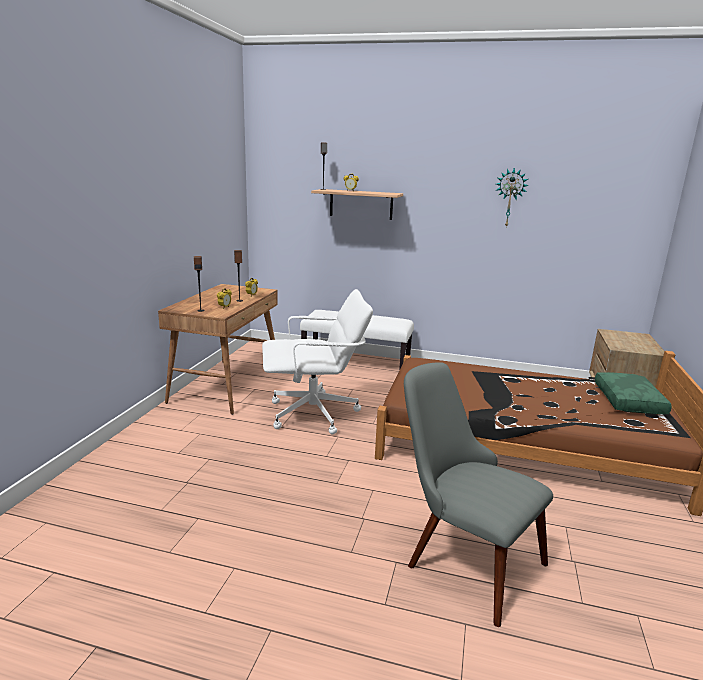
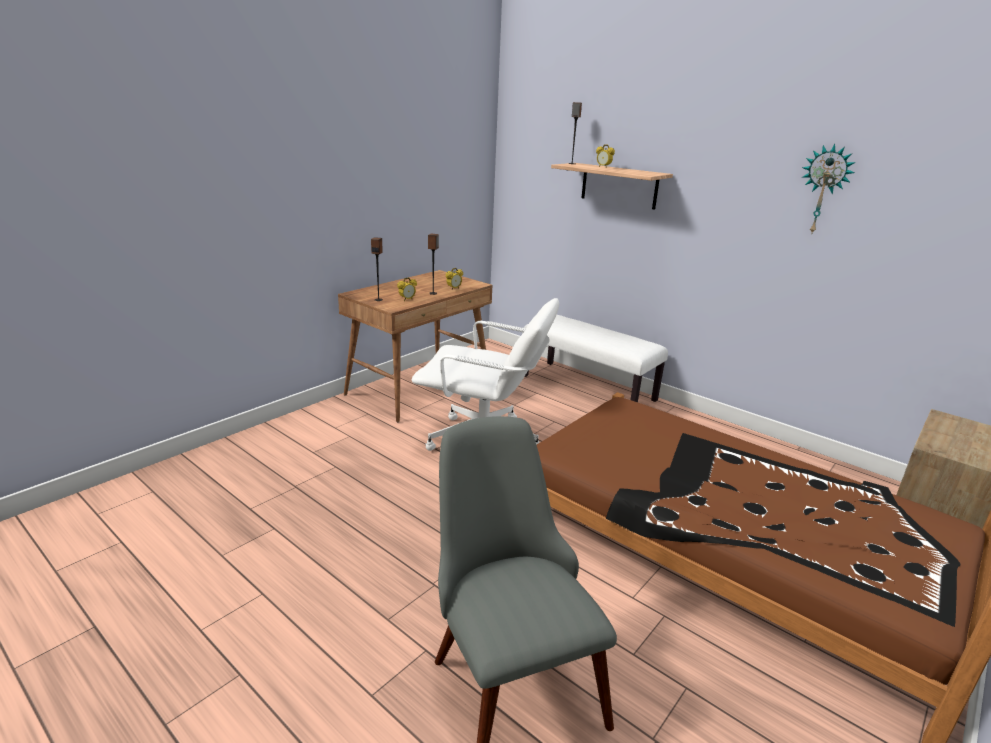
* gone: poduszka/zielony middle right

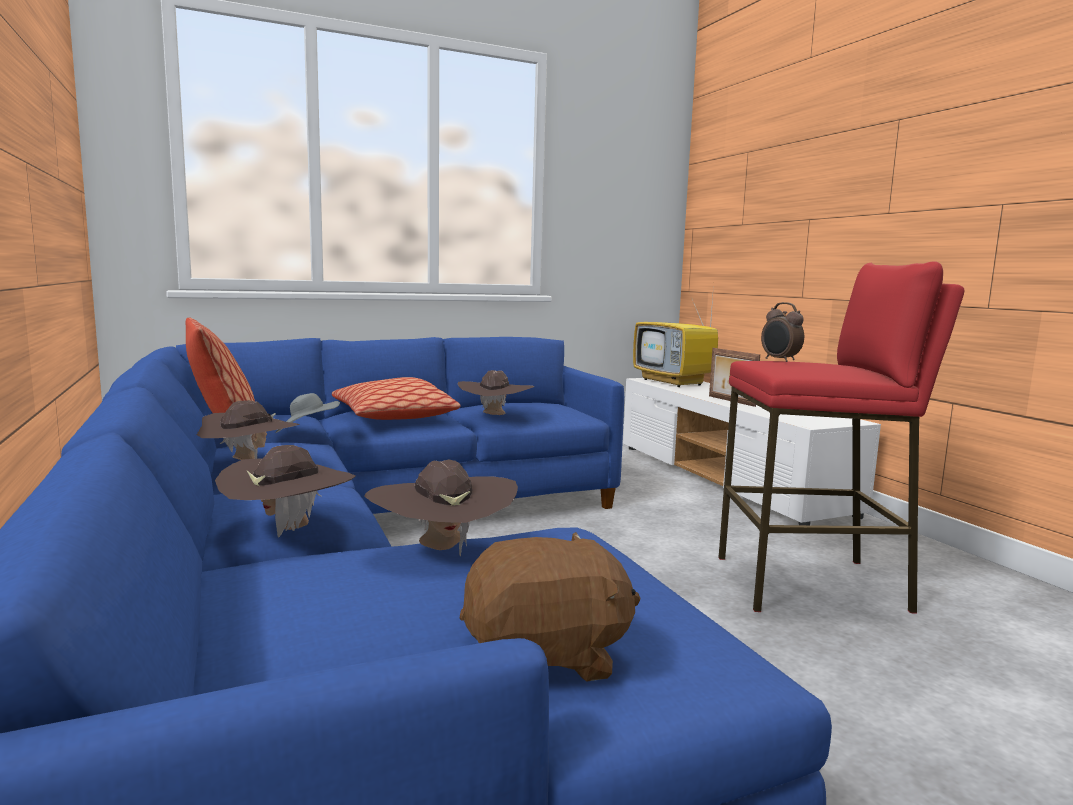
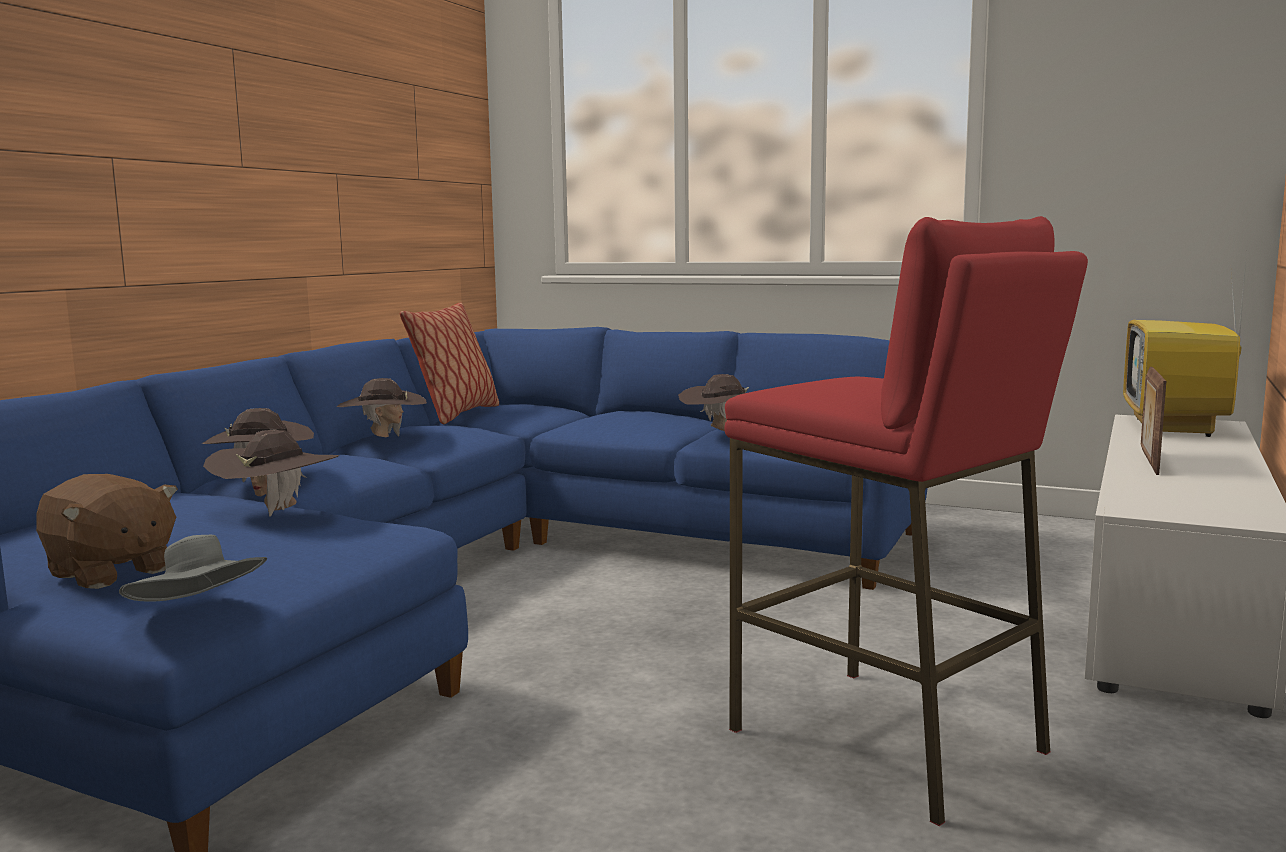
* shifted: kapelusz/szary middle left to bottom left
* gone: poduszka (no. 2 from left) centre
* gone: budzik middle right

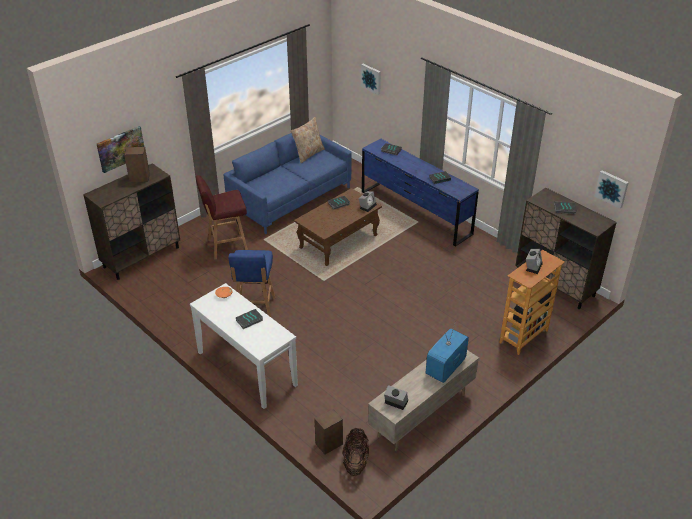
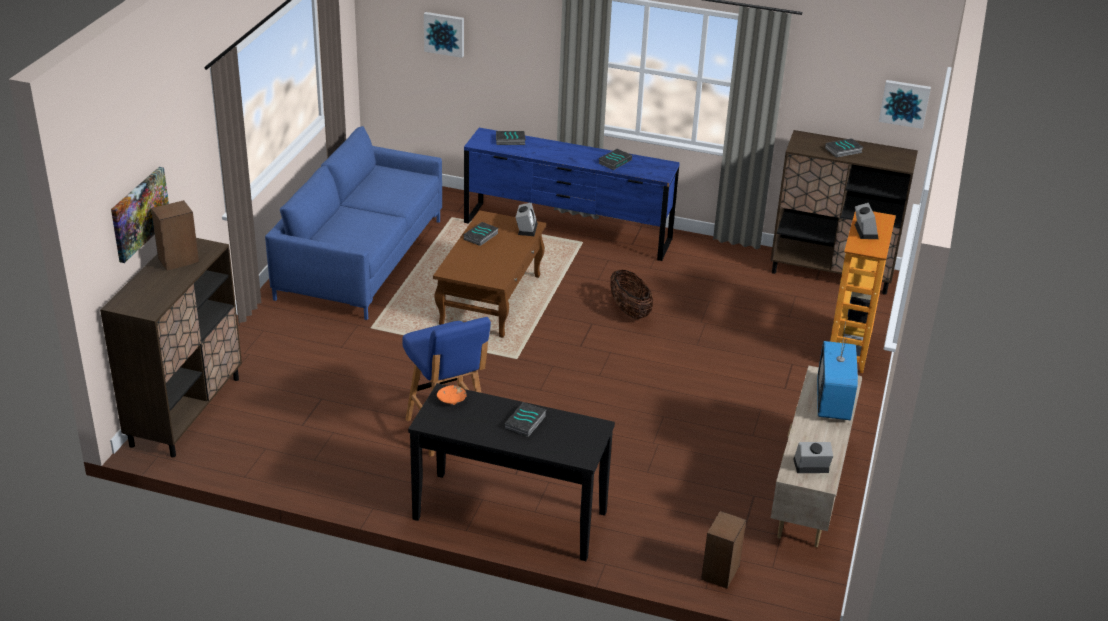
* repainted: stolik konsolowy/biały bottom centre to stolik konsolowy/czarny bottom centre
* shifted: koszyk bottom centre to centre
* gone: stołek/czerwony middle left
* gone: poduszka/beżowy top centre

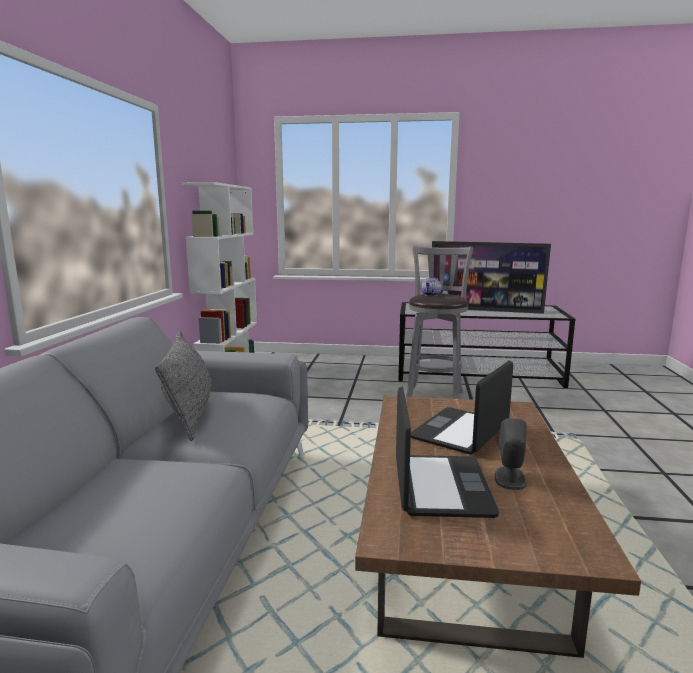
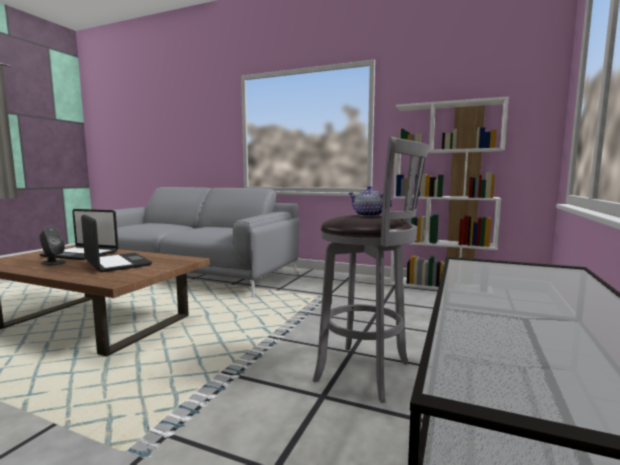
* gone: poduszka/szary middle left
* gone: telewizor middle right

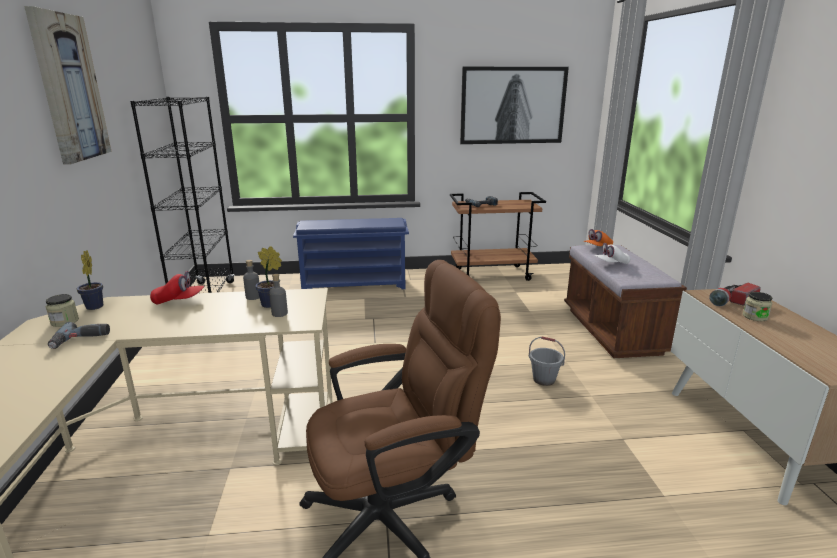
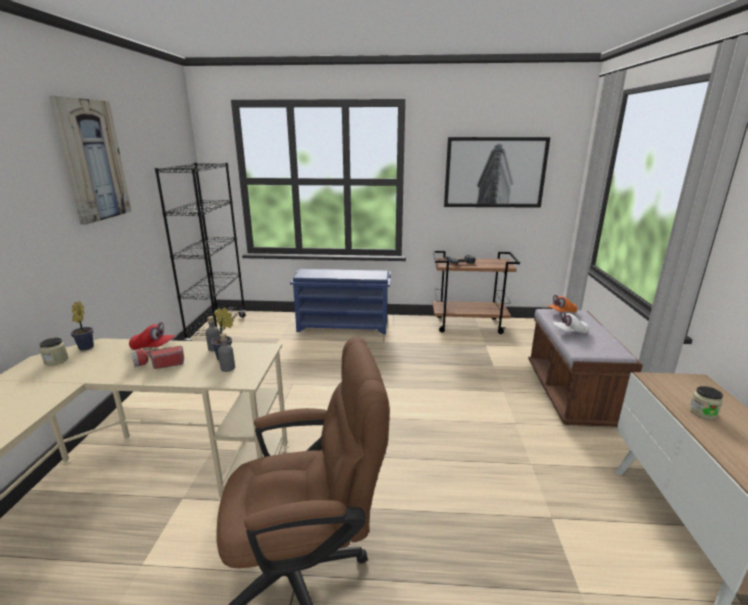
* shifted: latarka middle right to middle left
* gone: wiertarka (no. 1 from left) middle left
* gone: wiadro/szary centre

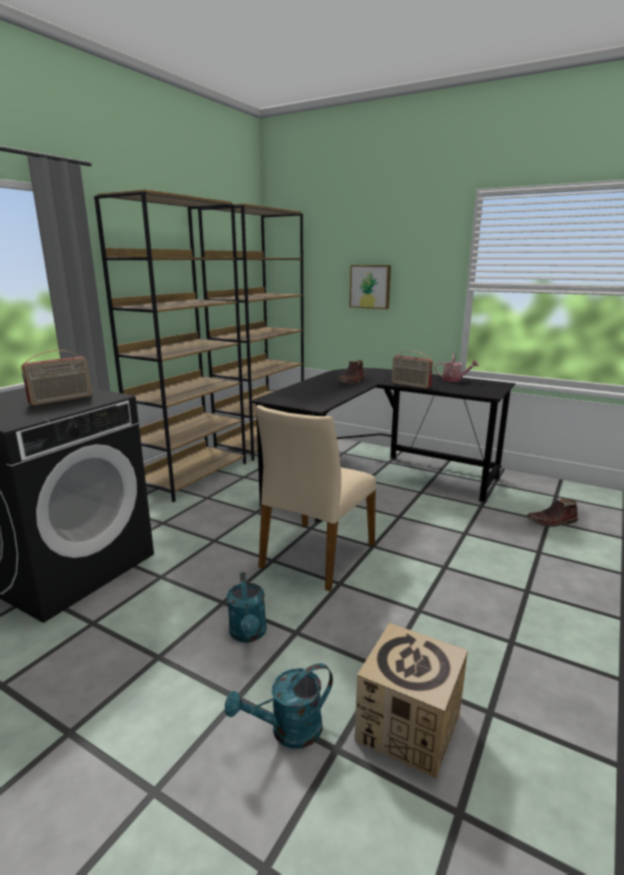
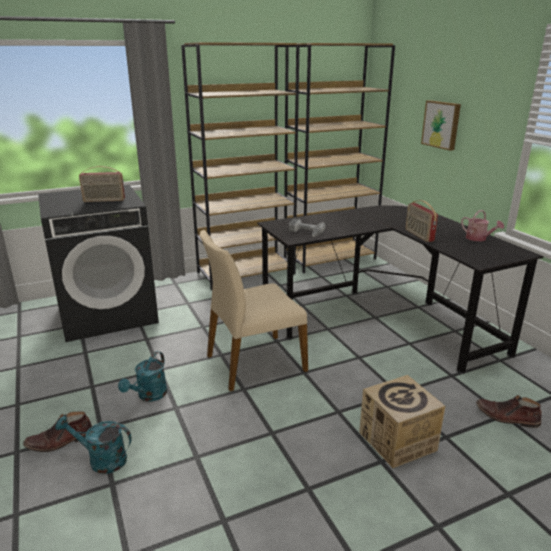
* shifted: but z cholewką/brązowy (no. 1 from left) centre to bottom left
* new: wiertarka centre
* shifted: karton bottom centre to bottom right

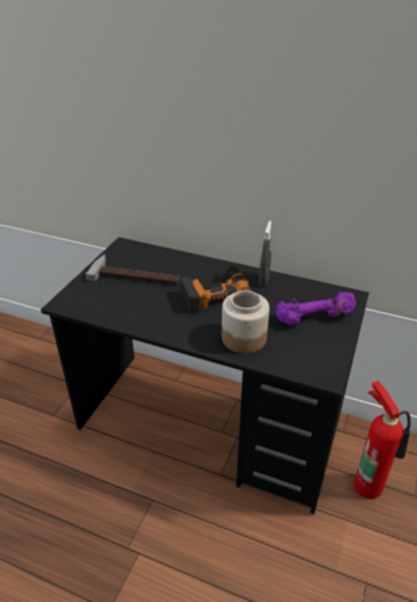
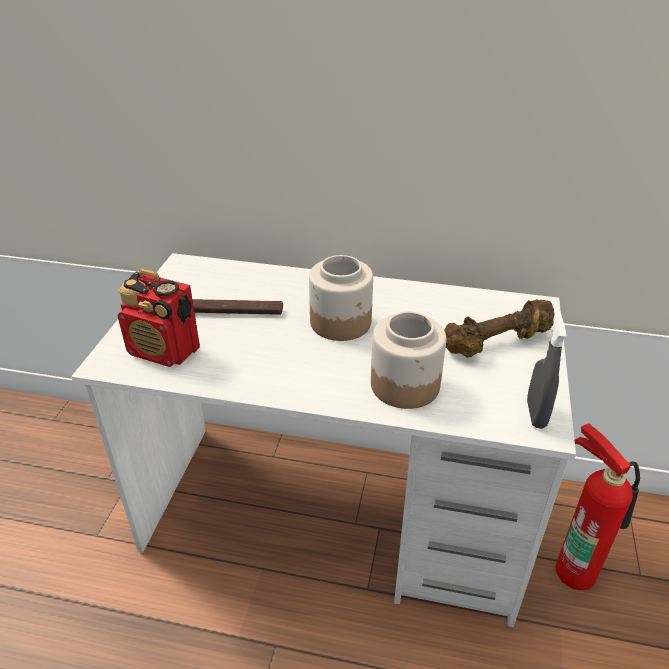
* repainted: biurko/czarny centre to biurko/biały centre
* new: radio middle left
* swapped: wiertarka centre to słoik (no. 1 from left) centre
* repainted: hantel/fioletowy middle right to hantel/brązowy middle right
* shifted: spryskiwacz/szary centre to middle right

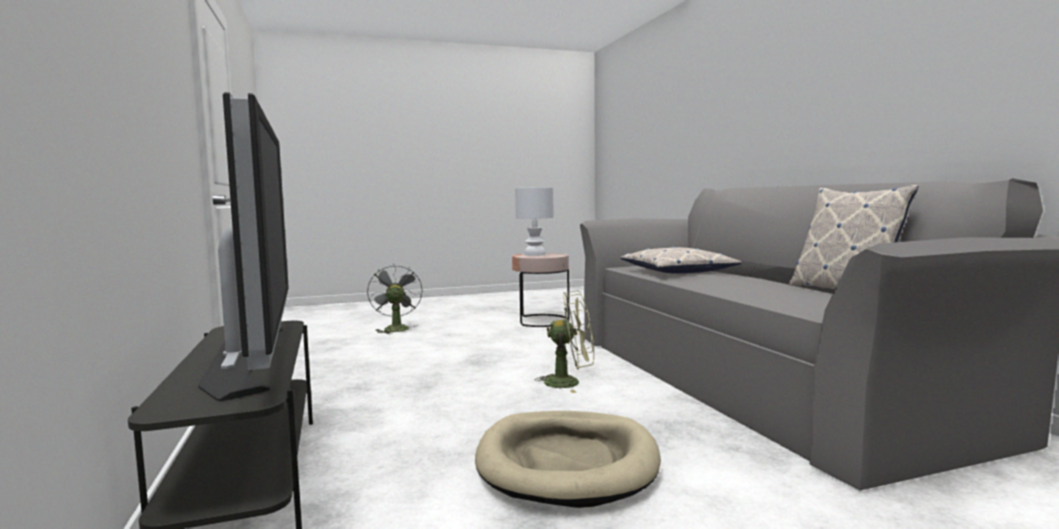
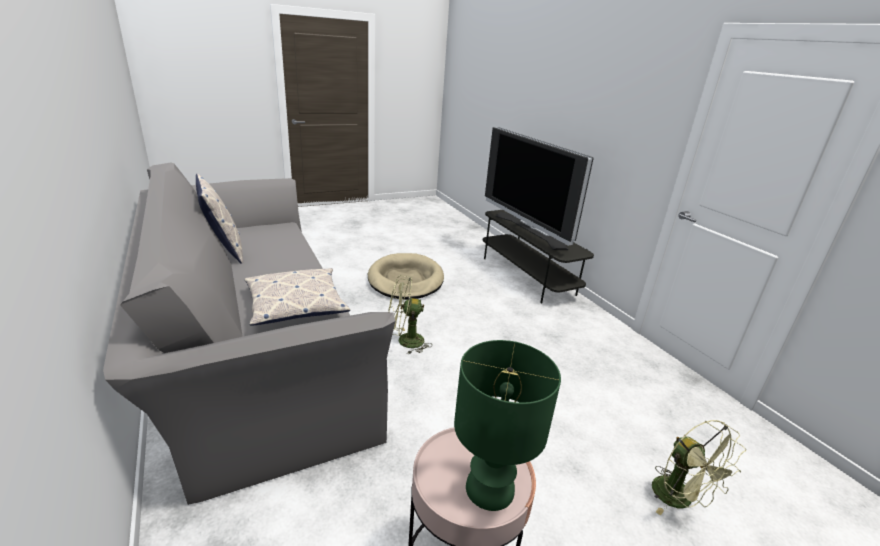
* repainted: lampa stołowa/biały centre to lampa stołowa/zielony bottom centre
* repainted: wentylator/szary centre to wentylator/zielony (no. 2 from left) bottom right

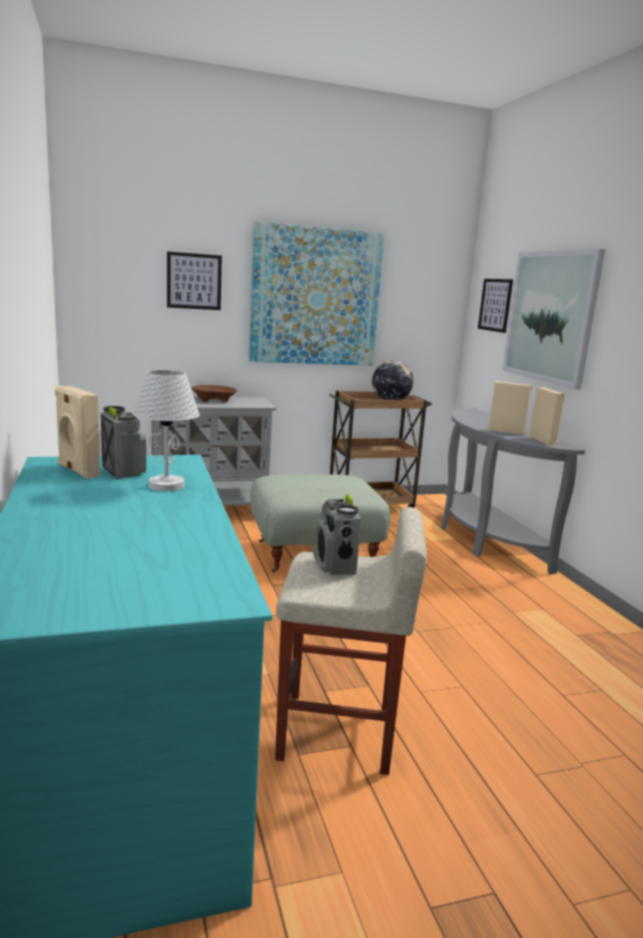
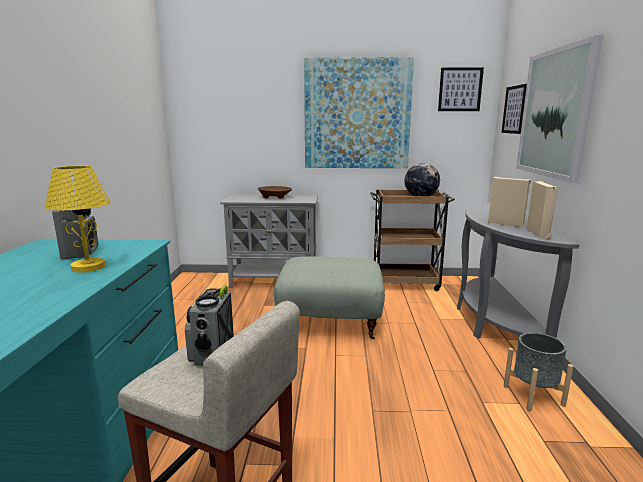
* repainted: lampa stołowa/biały middle left to lampa stołowa/żółty middle left
* shifted: obraz (no. 1 from left in the first image) top left to obraz (no. 2 from left) top right
* new: donica/szary bottom right
* gone: głośnik/beżowy (no. 1 from left) middle left

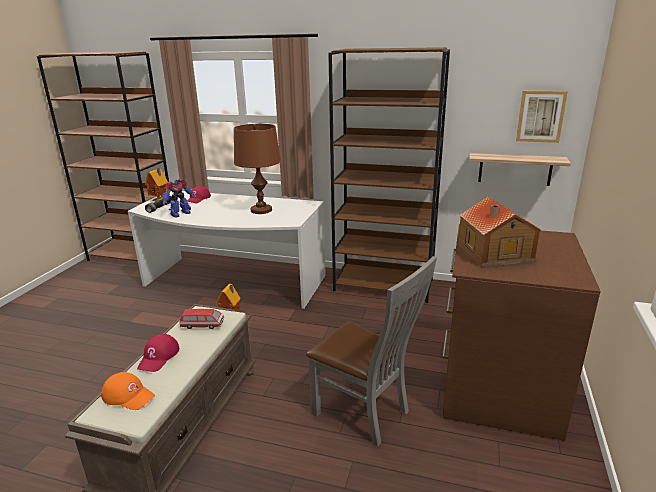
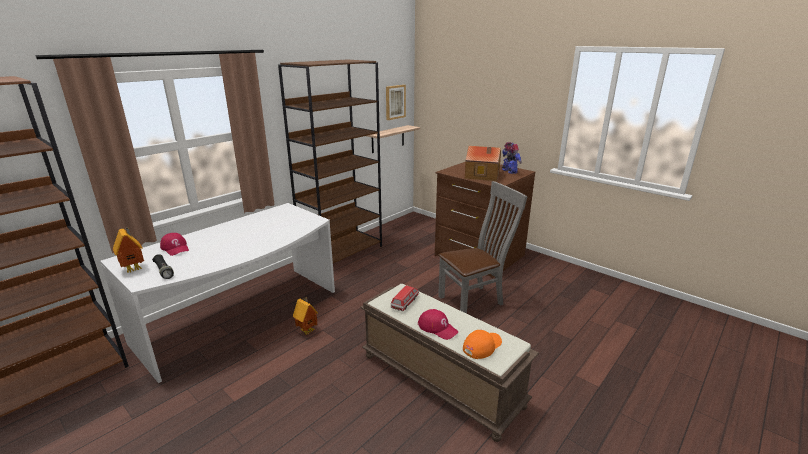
* shifted: robot zabawkowy middle left to centre
* gone: lampa stołowa/brązowy centre

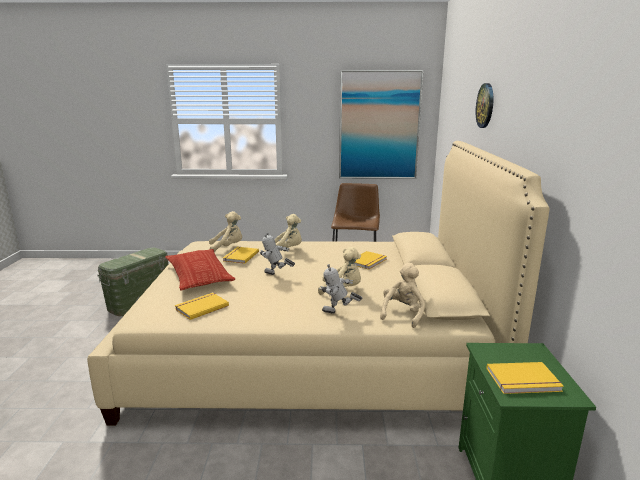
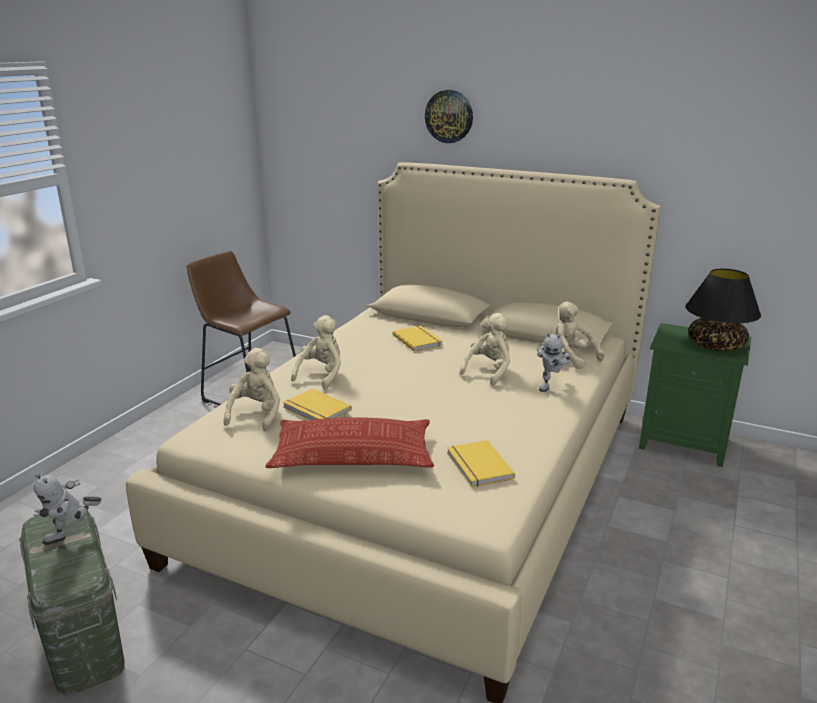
* shifted: robot zabawkowy (no. 1 from left) centre to bottom left
* swapped: książka/żółty (no. 4 from left) bottom right to lampa stołowa/czarny middle right
* gone: obraz top centre

